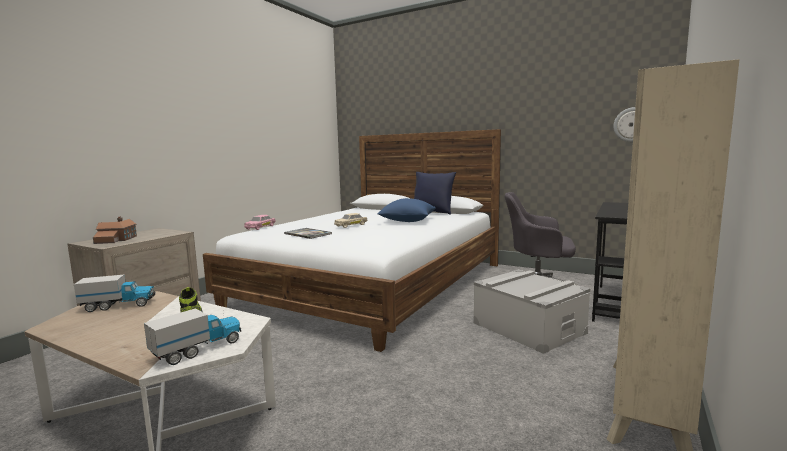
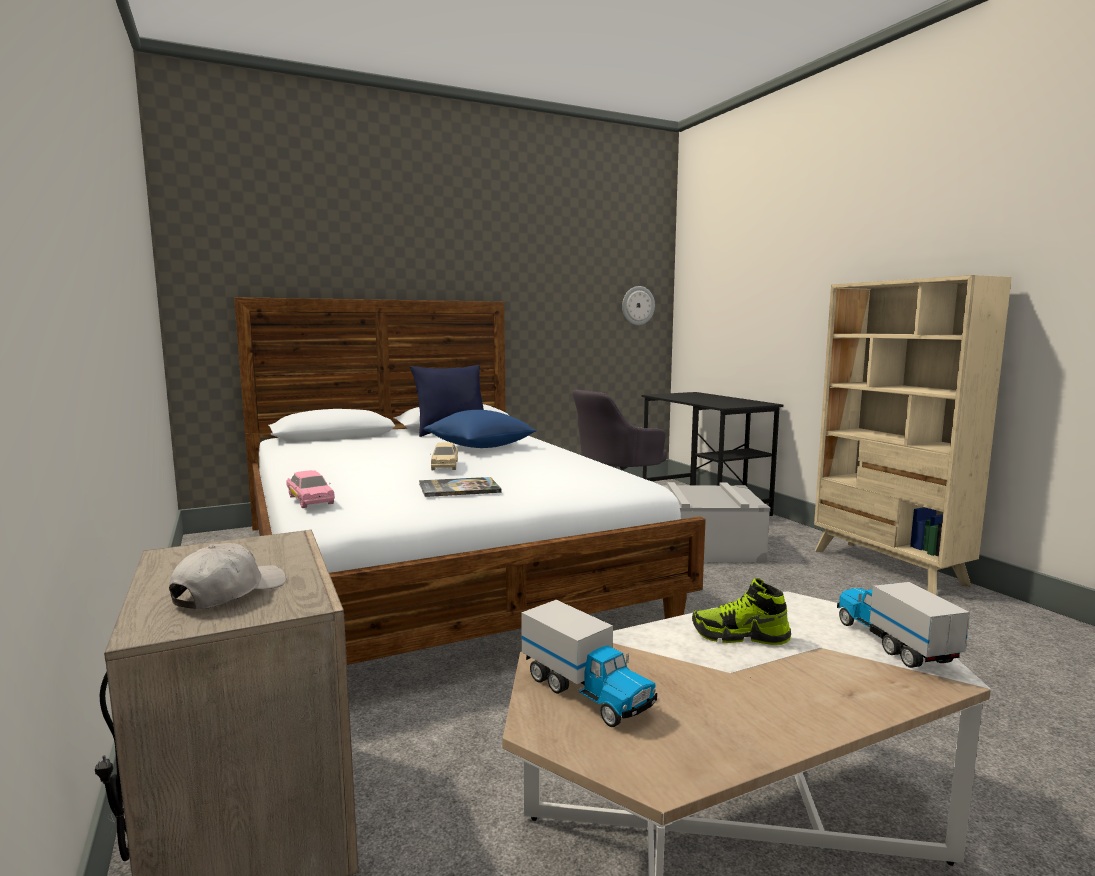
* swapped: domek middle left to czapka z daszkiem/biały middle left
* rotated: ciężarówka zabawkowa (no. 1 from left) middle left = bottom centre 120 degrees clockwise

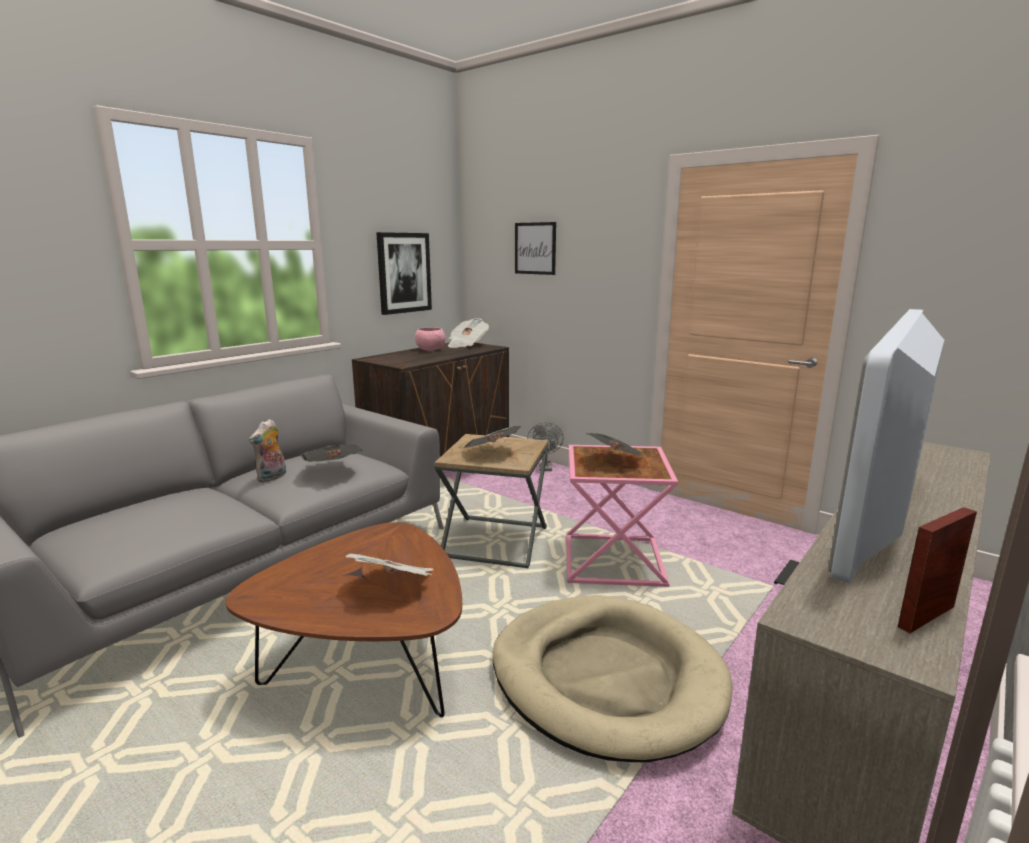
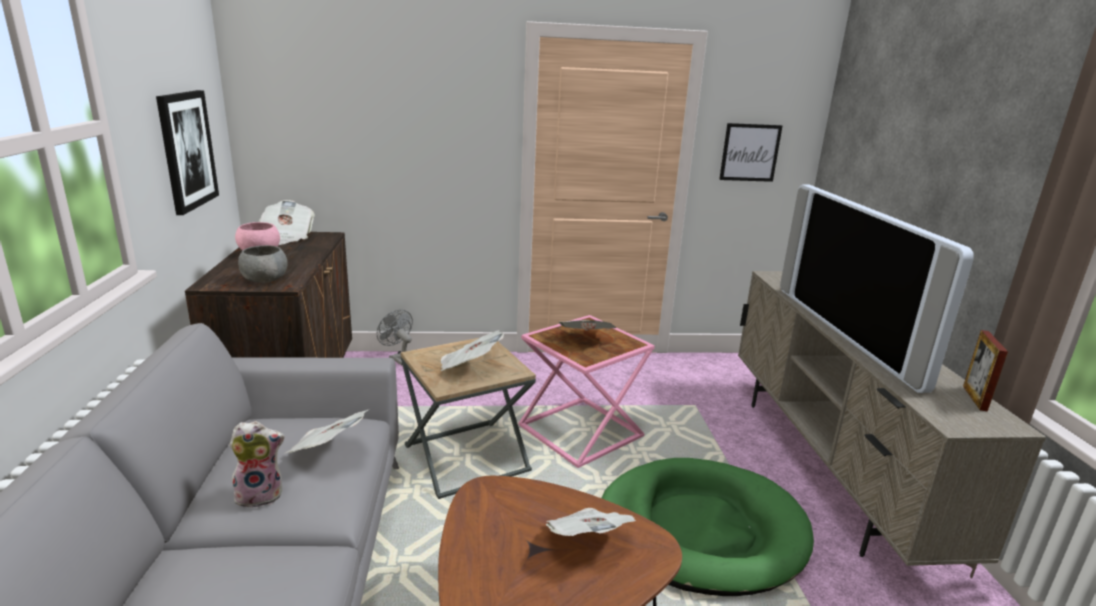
* rotated: pluszak middle left = bottom left 90 degrees counterclockwise
* new: miska/szary middle left
* repainted: legowisko/beżowy bottom centre to legowisko/zielony bottom centre
* shifted: obraz (no. 2 from left) top centre to top right

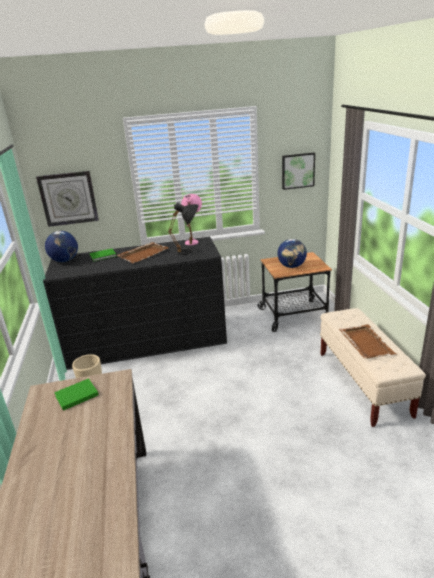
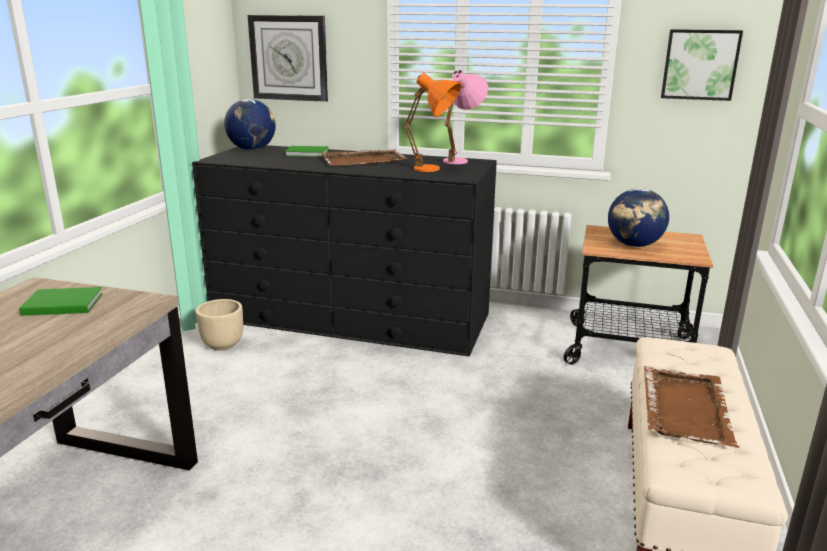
* repainted: lampa stołowa/czarny centre to lampa stołowa/pomarańczowy top centre

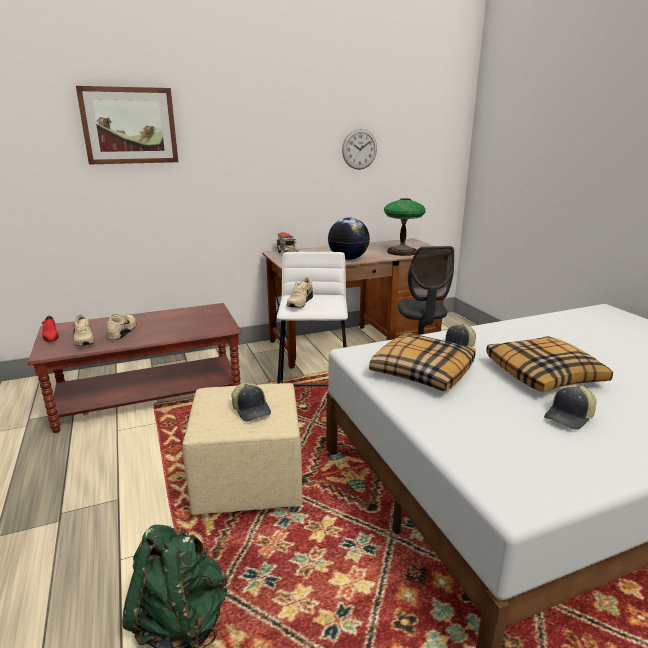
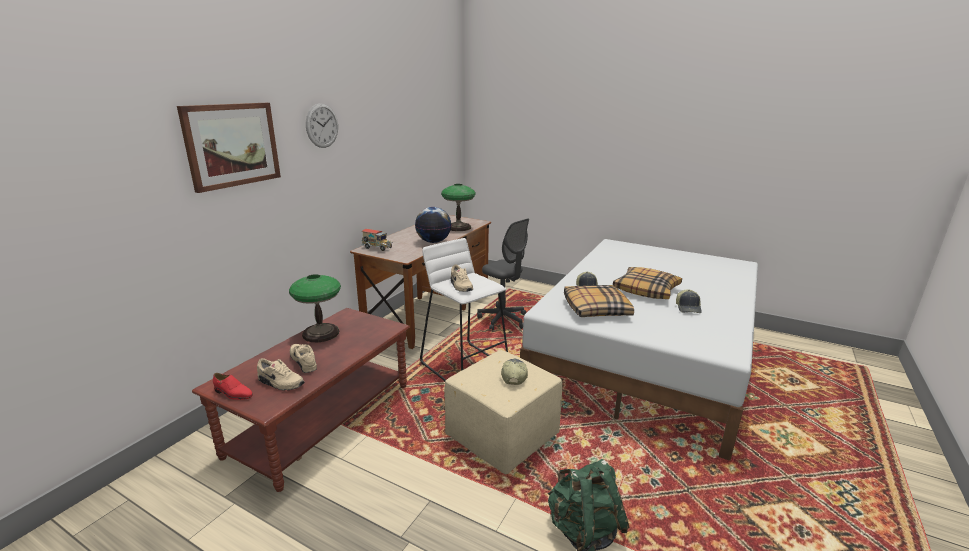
* new: lampa stołowa (no. 1 from left) middle left
* shifted: zegar ścienny top centre to top left
* rotated: czapka z daszkiem (no. 1 from left) centre = bottom centre 105 degrees counterclockwise

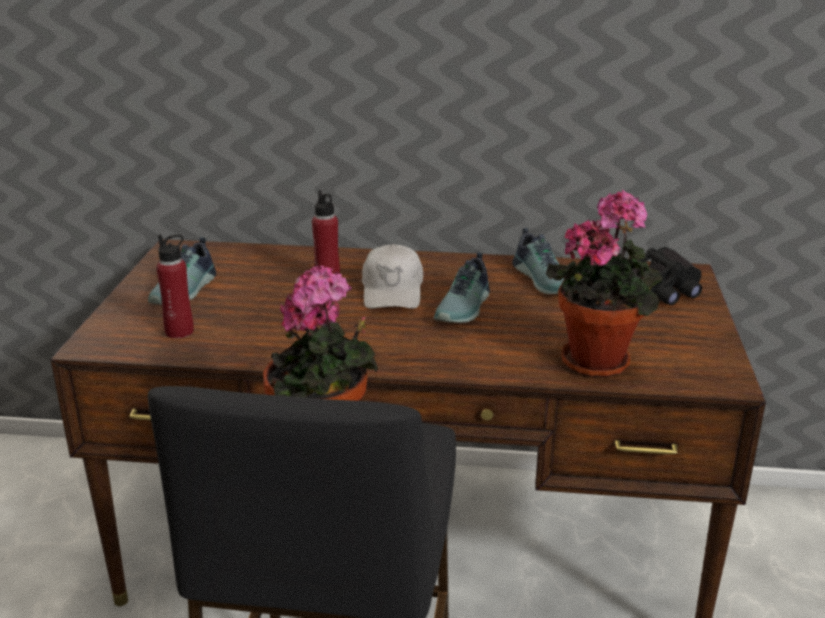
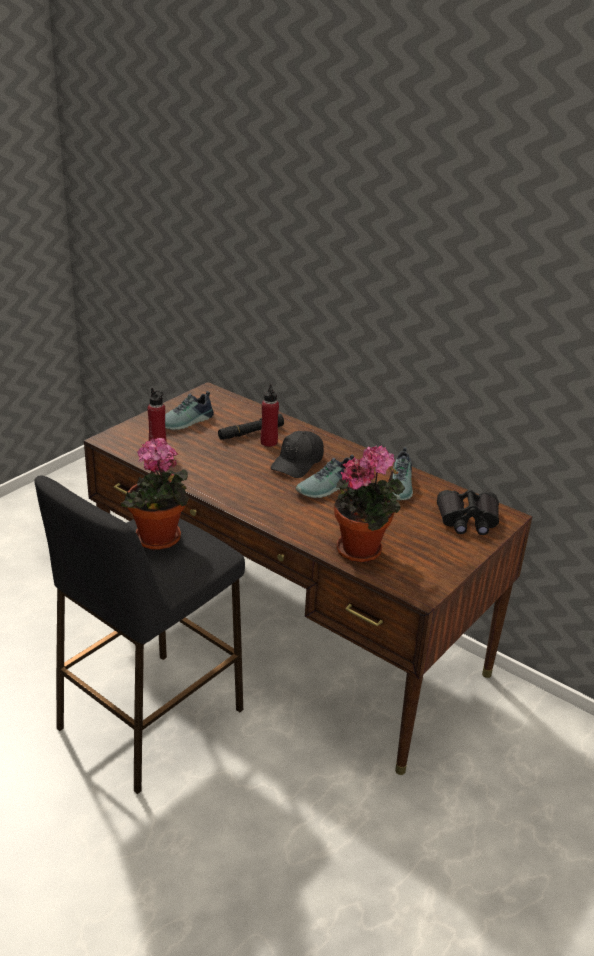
* new: latarka/czarny centre
* repainted: czapka z daszkiem/biały centre to czapka z daszkiem/czarny centre

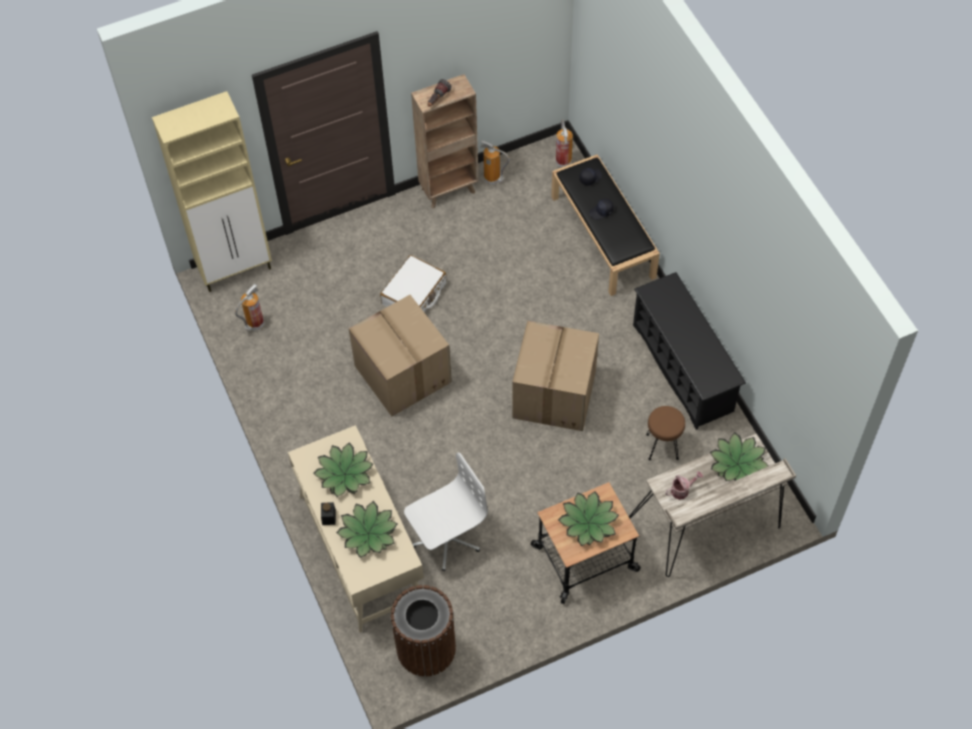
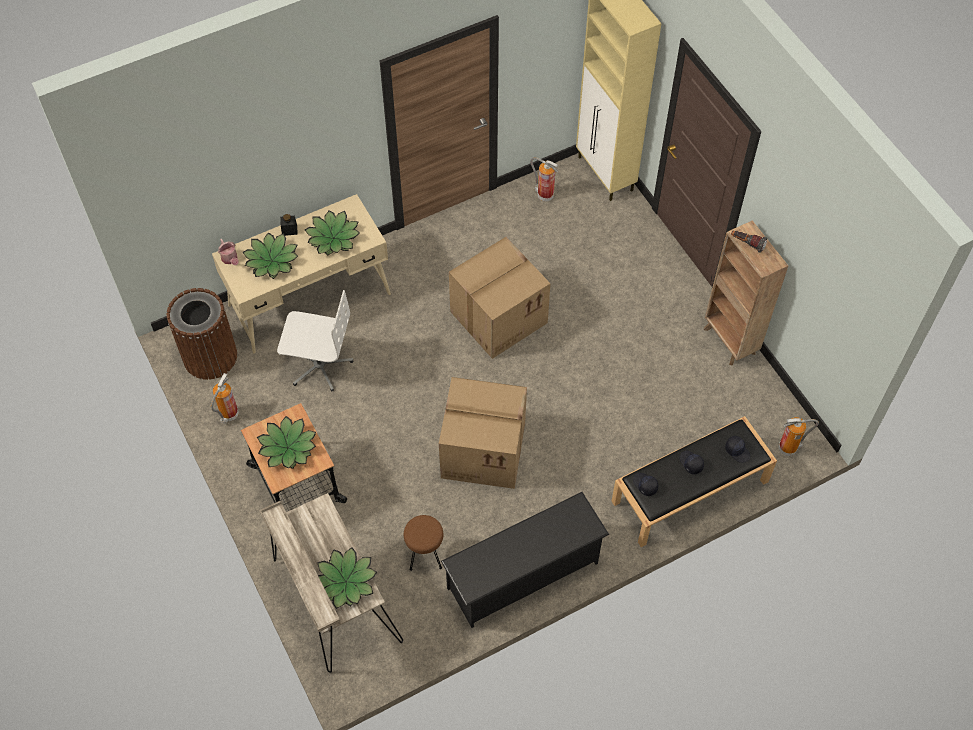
* shifted: gaśnica (no. 2 from left in the first image) top centre to gaśnica (no. 1 from left) middle left
* shifted: konewka middle right to middle left
* rotated: krzesło biurowe/biały bottom centre = middle left 45 degrees counterclockwise
* new: czapka z daszkiem/czarny (no. 1 from left) centre
* gone: walizka/biały centre

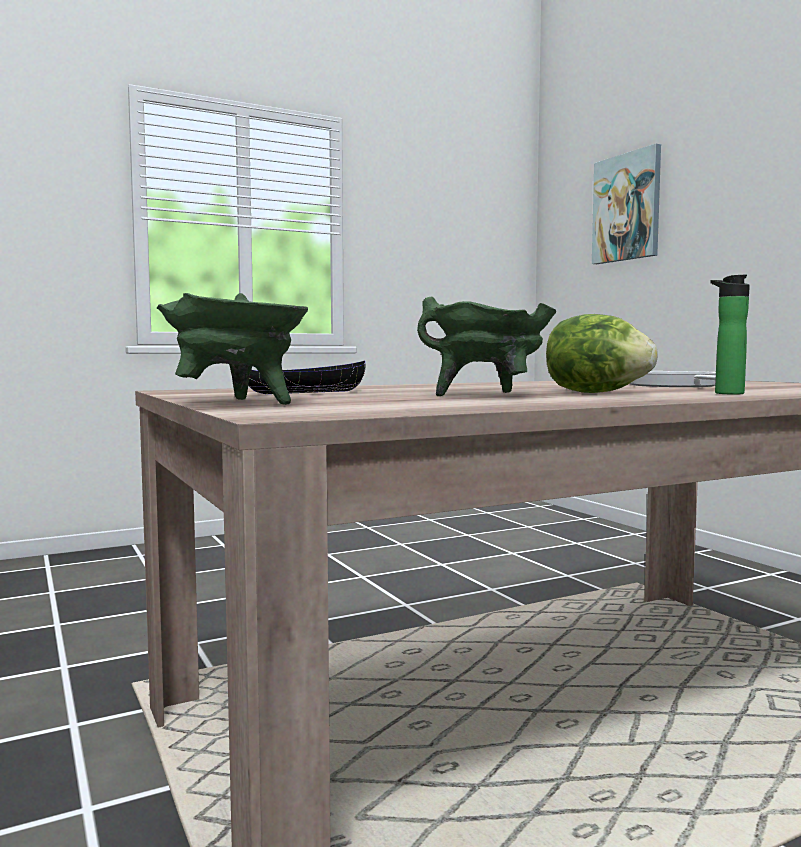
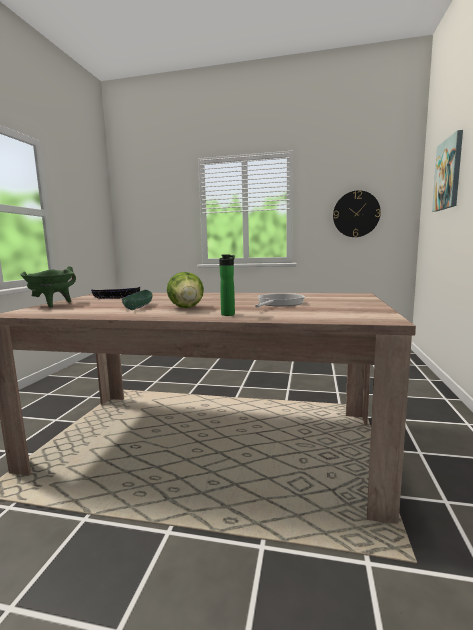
* swapped: garnek/zielony (no. 2 from left) centre to miska/zielony middle left
* new: zegar ścienny middle right

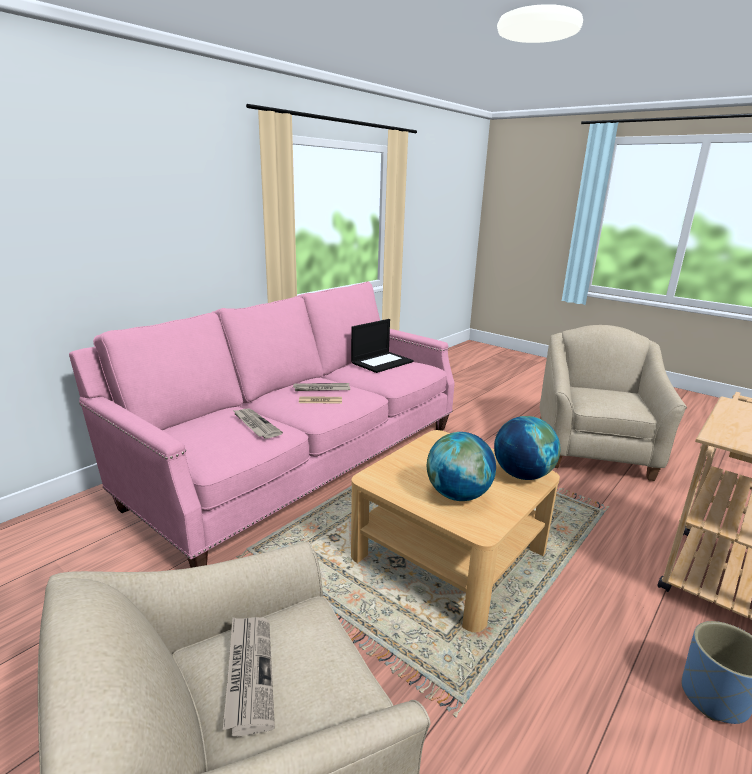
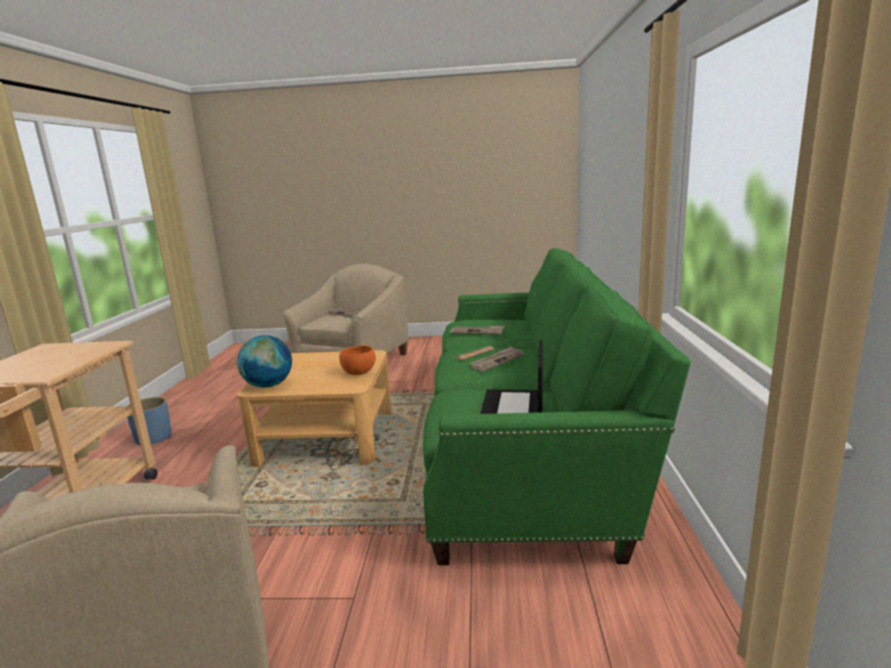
* new: miska/pomarańczowy centre
* repainted: kanapa/różowy centre to kanapa/zielony centre
* gone: globus (no. 1 from left) centre

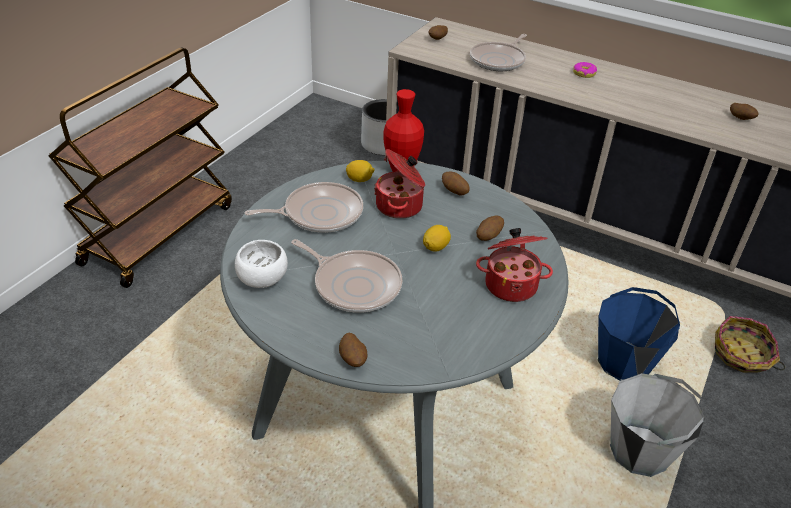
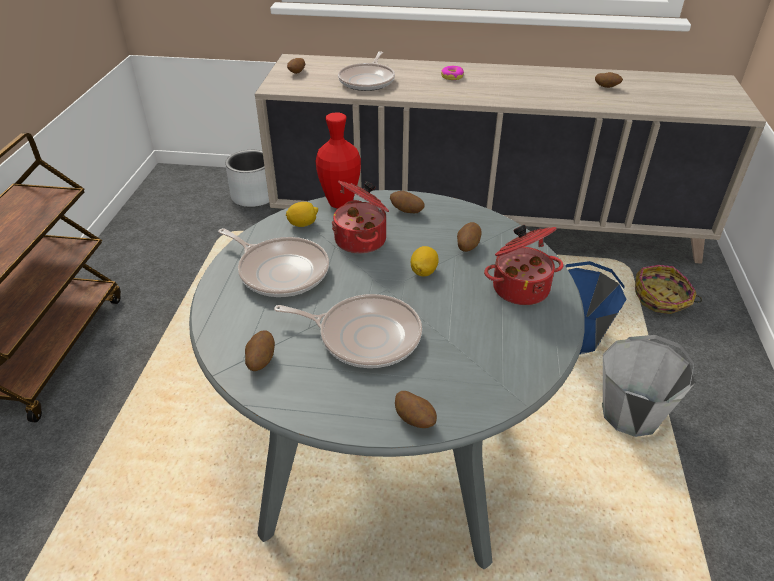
* rotated: patelnia (no. 1 from left) centre = centre 75 degrees clockwise
* swapped: miska/biały middle left to ziemniak (no. 1 from left) centre

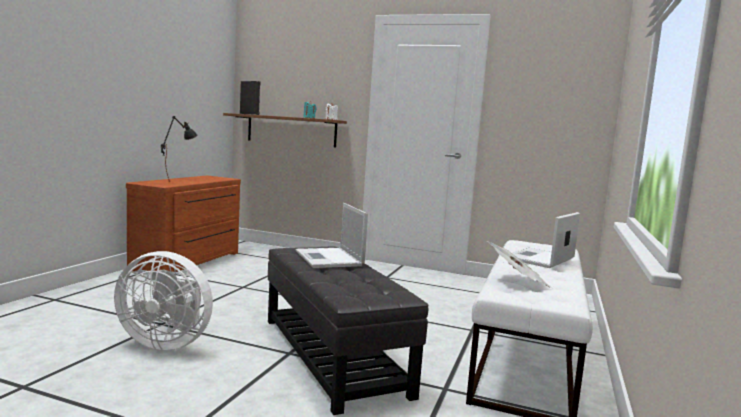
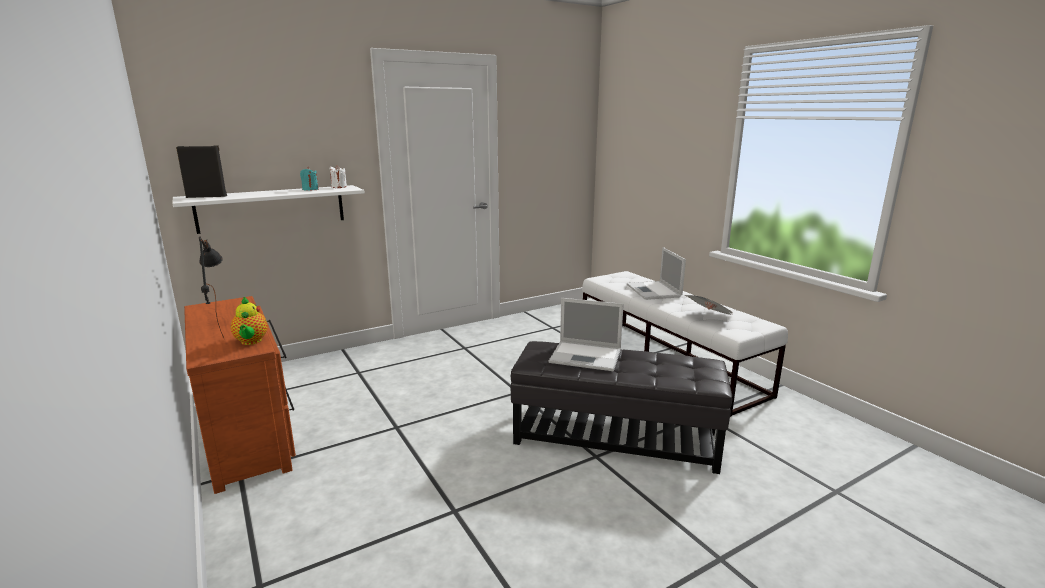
* repainted: półka/brązowy top centre to półka/biały middle left
* new: imbryk middle left
* gone: wentylator/biały bottom left

